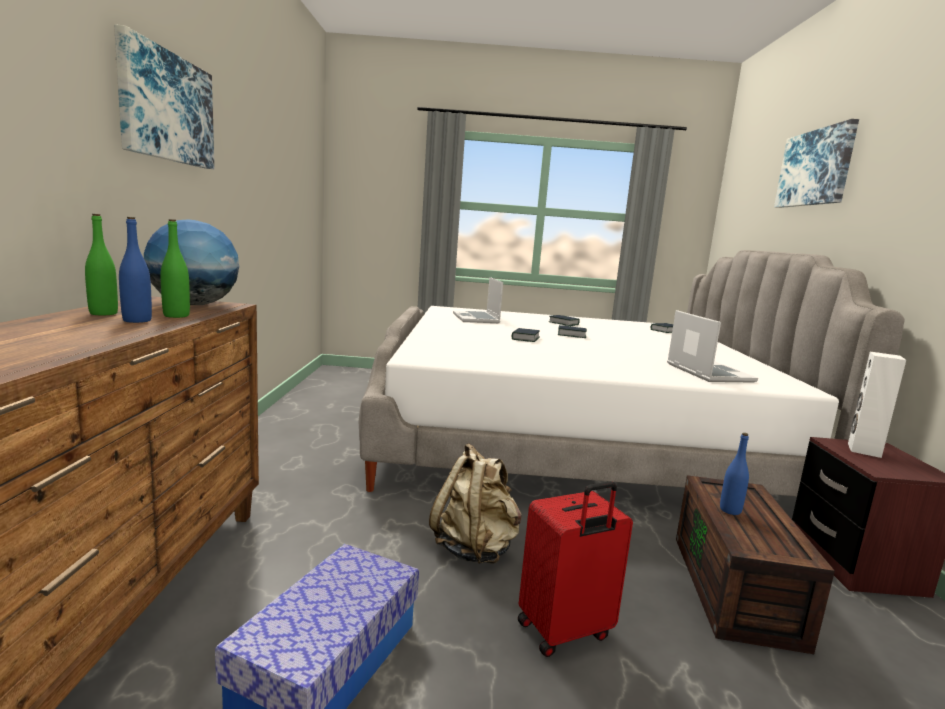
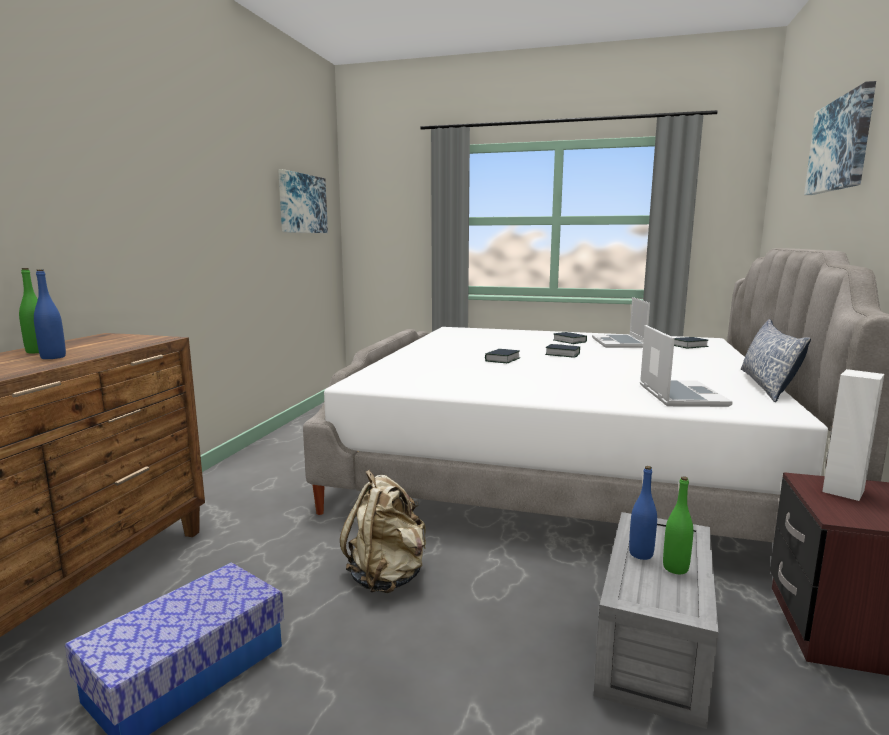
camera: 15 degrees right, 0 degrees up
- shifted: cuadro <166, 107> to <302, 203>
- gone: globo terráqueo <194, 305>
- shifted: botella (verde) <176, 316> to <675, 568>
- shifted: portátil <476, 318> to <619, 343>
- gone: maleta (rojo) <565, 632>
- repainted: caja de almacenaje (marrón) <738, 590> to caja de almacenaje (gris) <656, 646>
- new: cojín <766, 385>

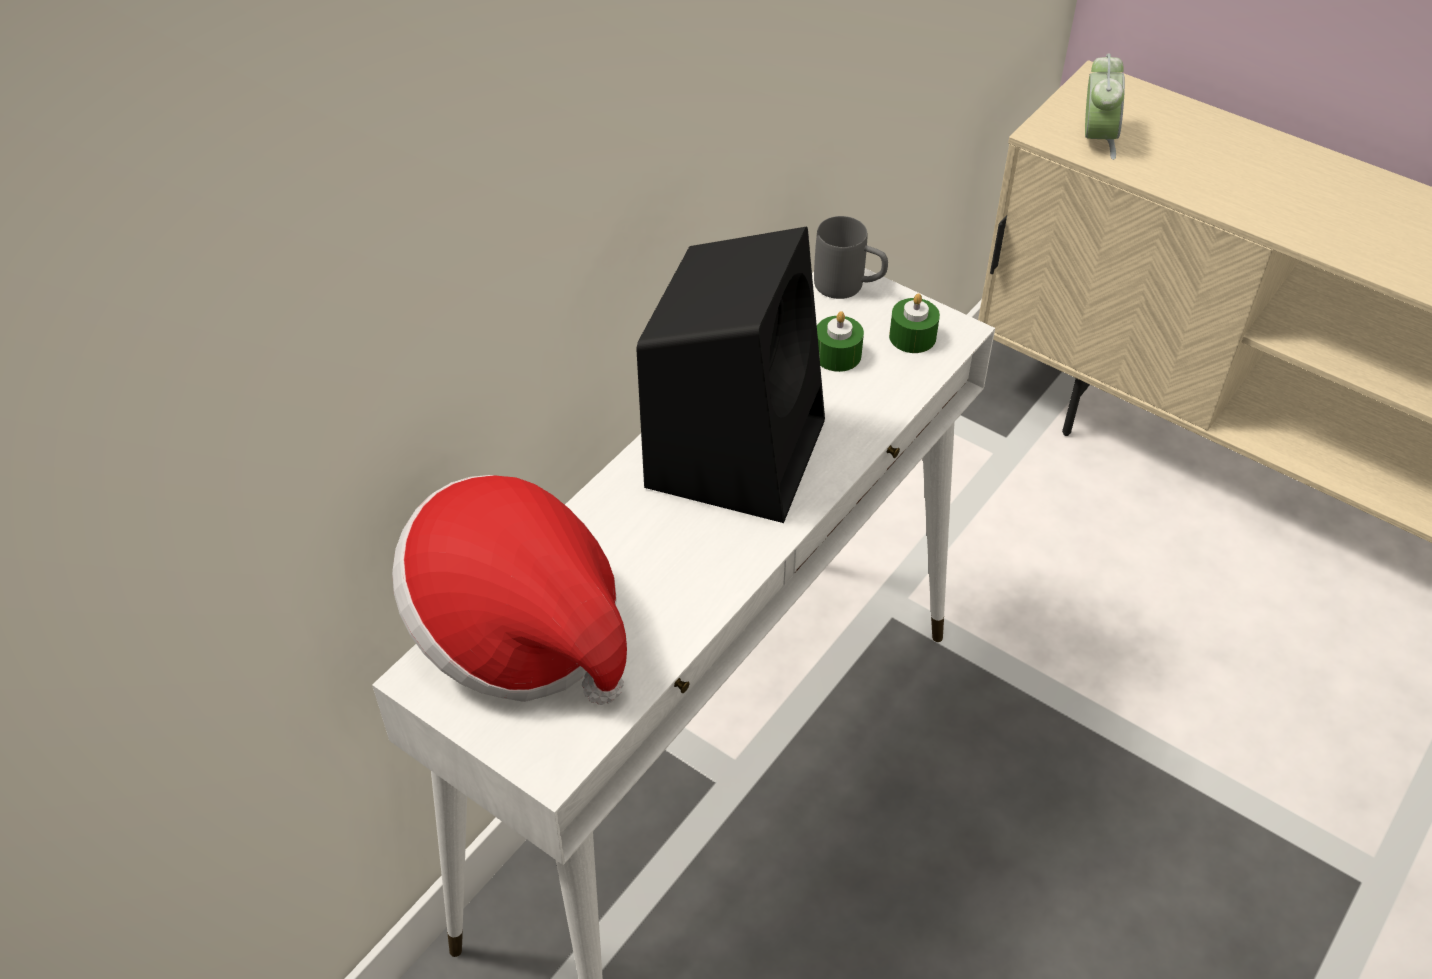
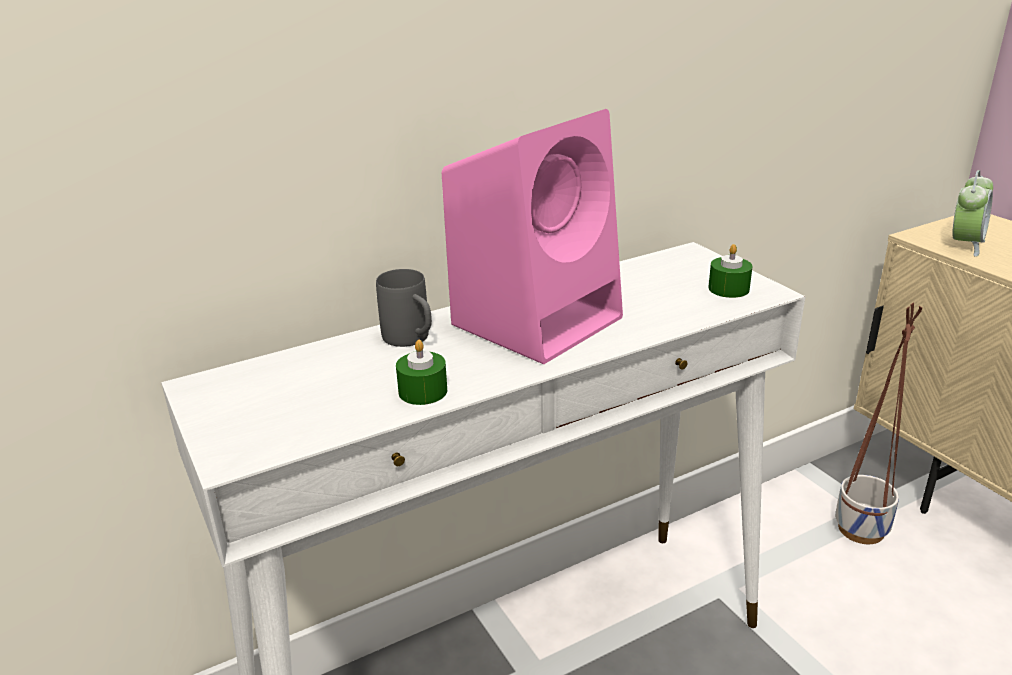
camera: 25 degrees right, 20 degrees down
- gone: sombrero <519, 631>
- repainted: altavoz (negro) <736, 449> to altavoz (rosa) <539, 319>
- shifted: taza grande (gris) <849, 287> to <412, 340>
- shifted: vela (verde) <837, 355> to <423, 391>
- new: maceta <862, 529>

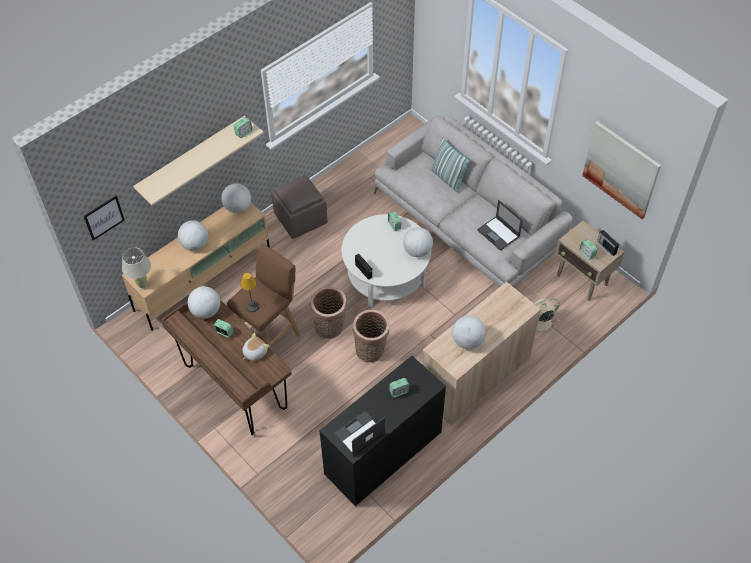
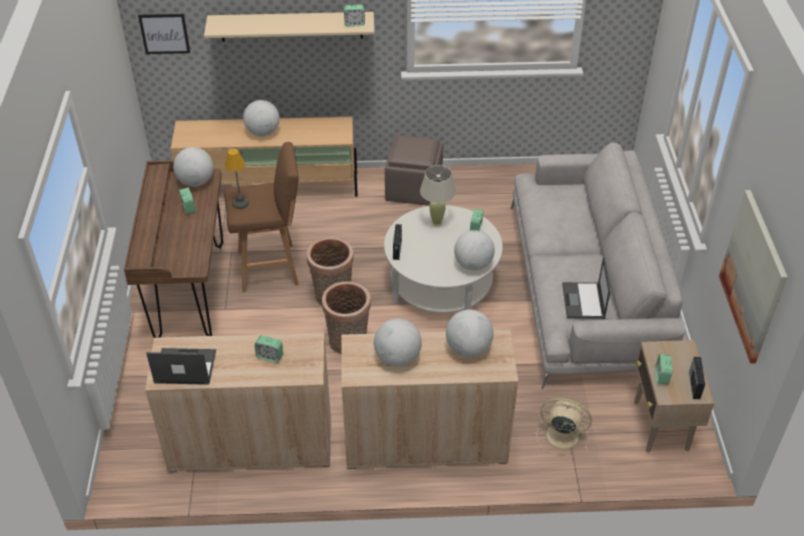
camera: 40 degrees right, 10 degrees down
- shifted: lámpara de mesa (beis) <142, 286> to <436, 222>
- shifted: globo terráqueo <237, 207> to <468, 348>
- gone: peluche <254, 352>
- repainted: armario (negro) <383, 453> to armario (beis) <251, 444>
- gone: cojín <447, 178>

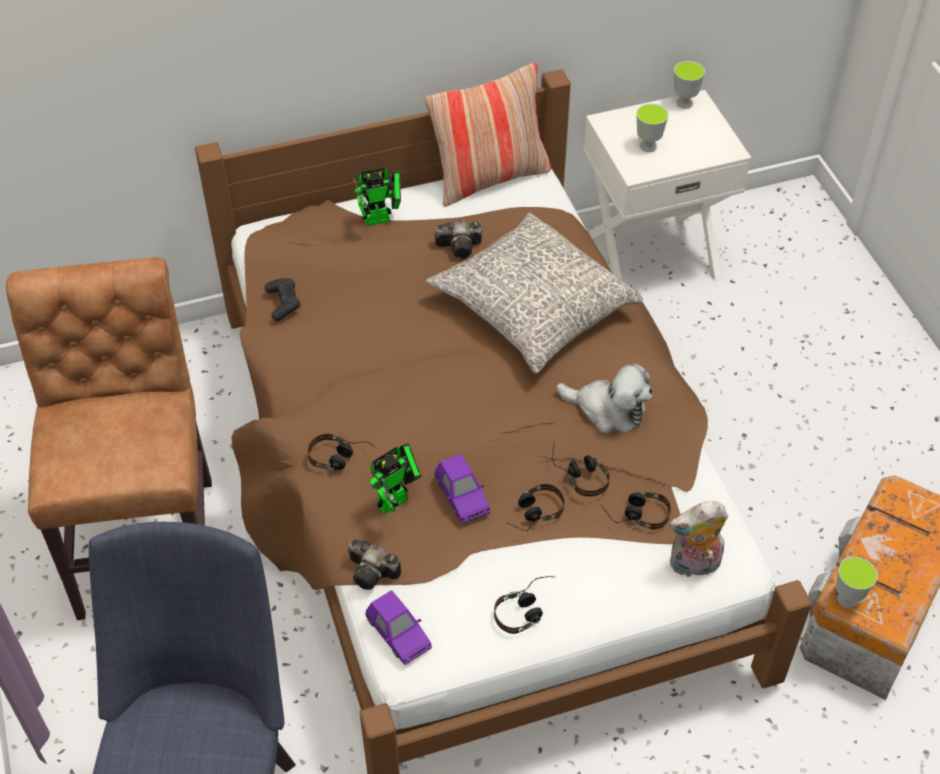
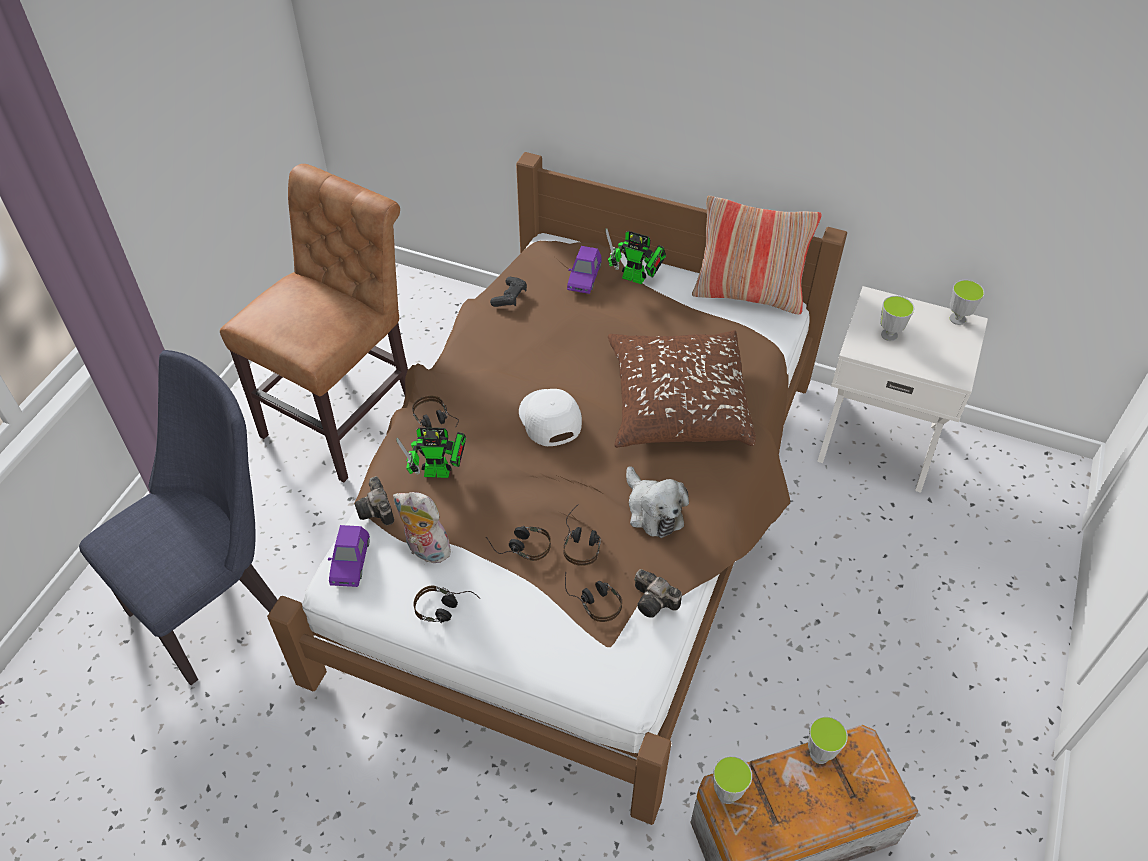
camera: 40 degrees right, 0 degrees up
- repainted: cojín (gris) <532, 308> to cojín (marrón) <677, 403>
- shifted: cámara <461, 247> to <656, 602>
- shifted: coche de juguete (morado) <461, 496> to <584, 278>
- shifted: peluche <694, 566> to <425, 550>
- new: gorra (blanco) <549, 419>
- new: taza <819, 754>

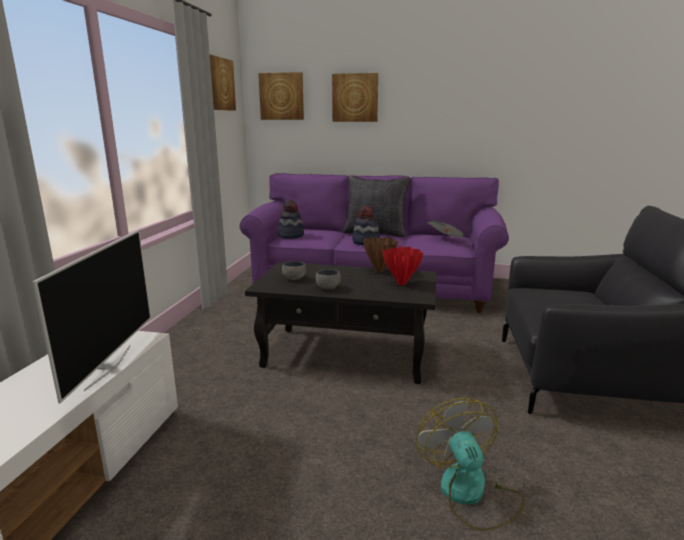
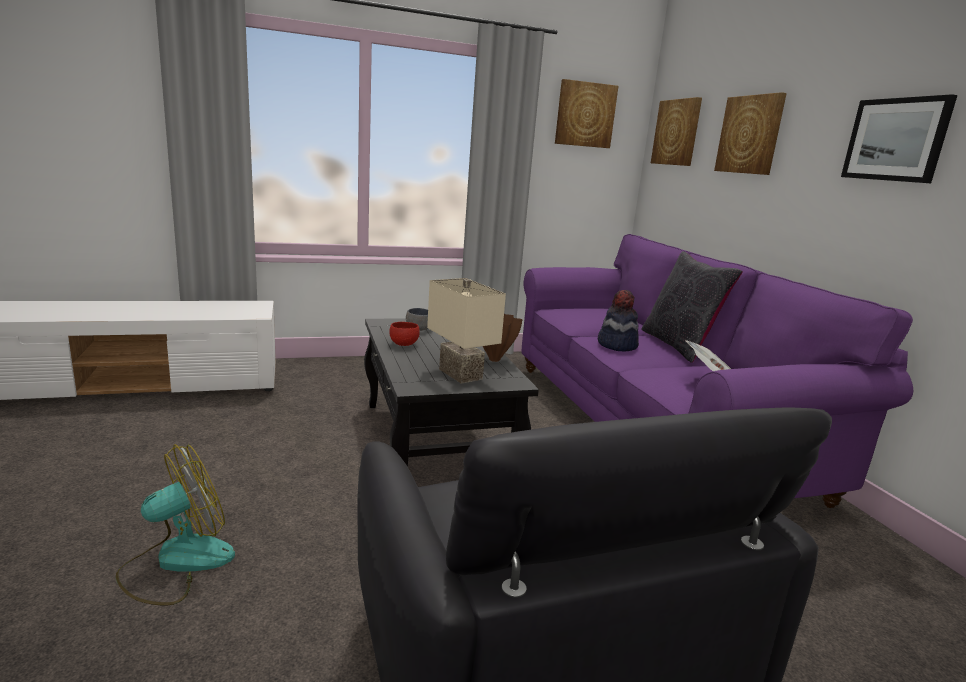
camera: 60 degrees right, 0 degrees up
- gone: televisor <107, 366>
- gone: sombrero <291, 235>
- repainted: cuenco (gris) <327, 288> to cuenco (rojo) <404, 344>
- swapped: florero (rojo) <402, 284> to lámpara de mesa (beis) <458, 374>
- new: cuadro <896, 140>

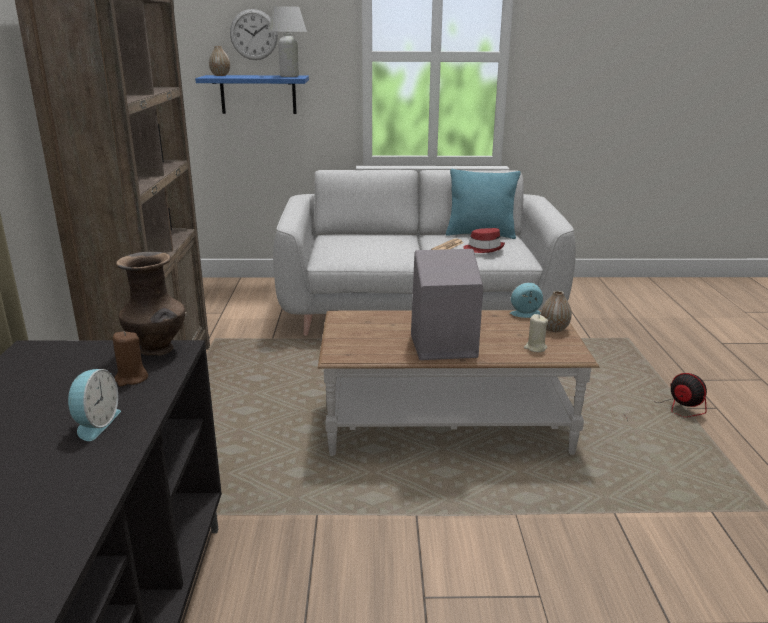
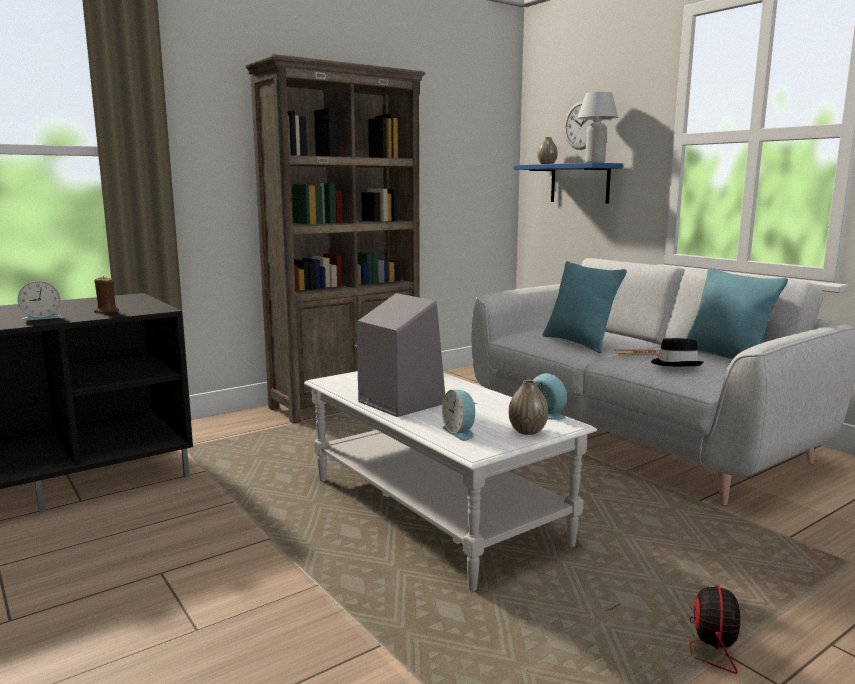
camera: 55 degrees right, 10 degrees down
- gone: florero (marrón) <158, 350>
- repainted: mesa de centro (marrón) <447, 424> to mesa de centro (blanco) <435, 510>
- repainted: sombrero (rojo) <484, 249> to sombrero (negro) <676, 364>
- swapped: vela (beis) <535, 348> to despertador <460, 432>
- new: cojín (turquesa) <579, 343>

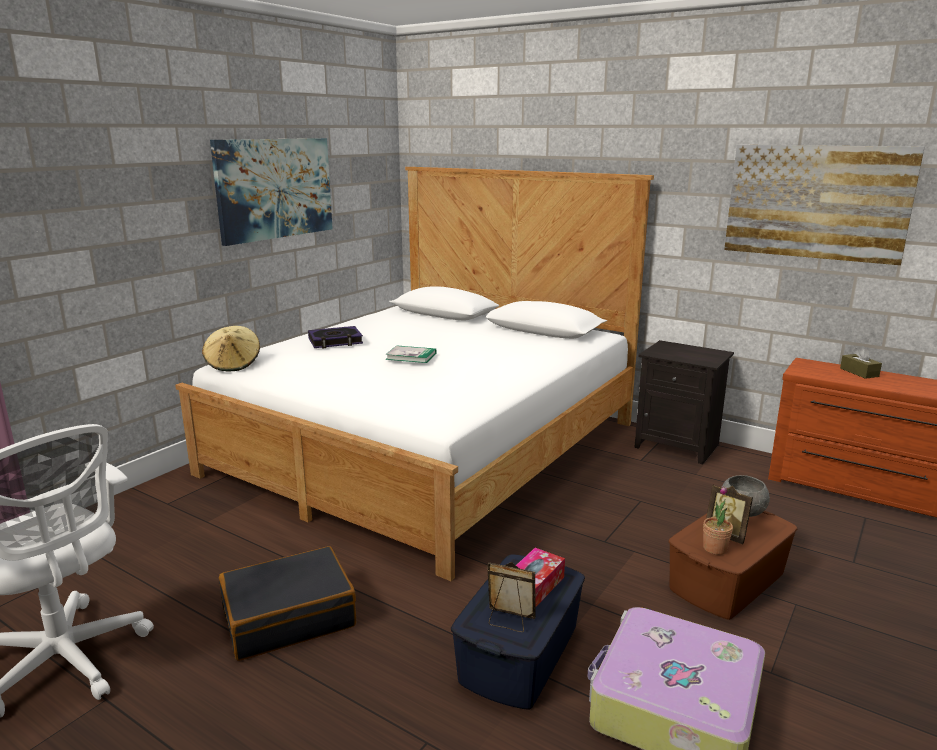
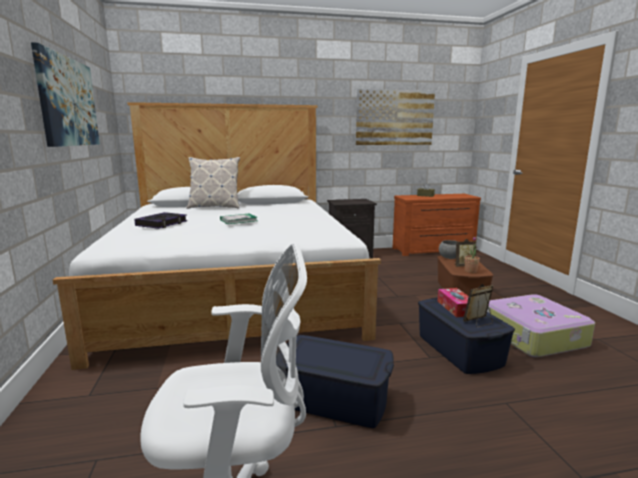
camera: 45 degrees left, 5 degrees down
- gone: sombrero (beis) <233, 364>
- swapped: maleta (negro) <288, 616> to caja de almacenaje (azul) <333, 400>
- new: cojín <214, 207>

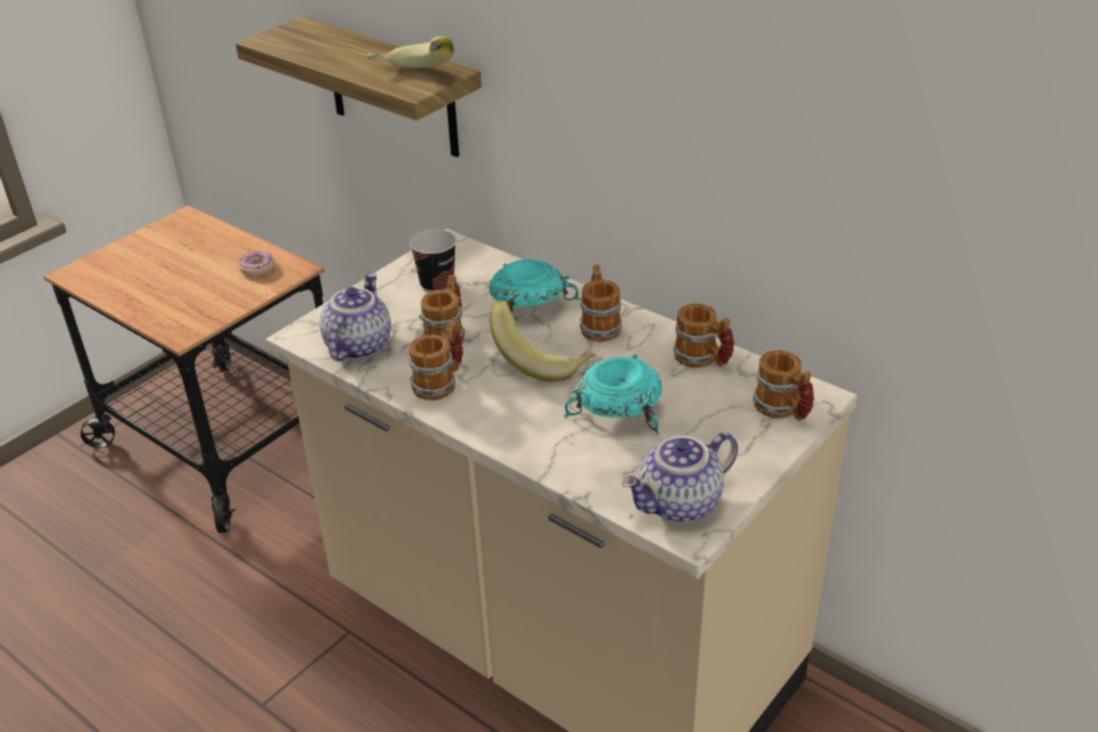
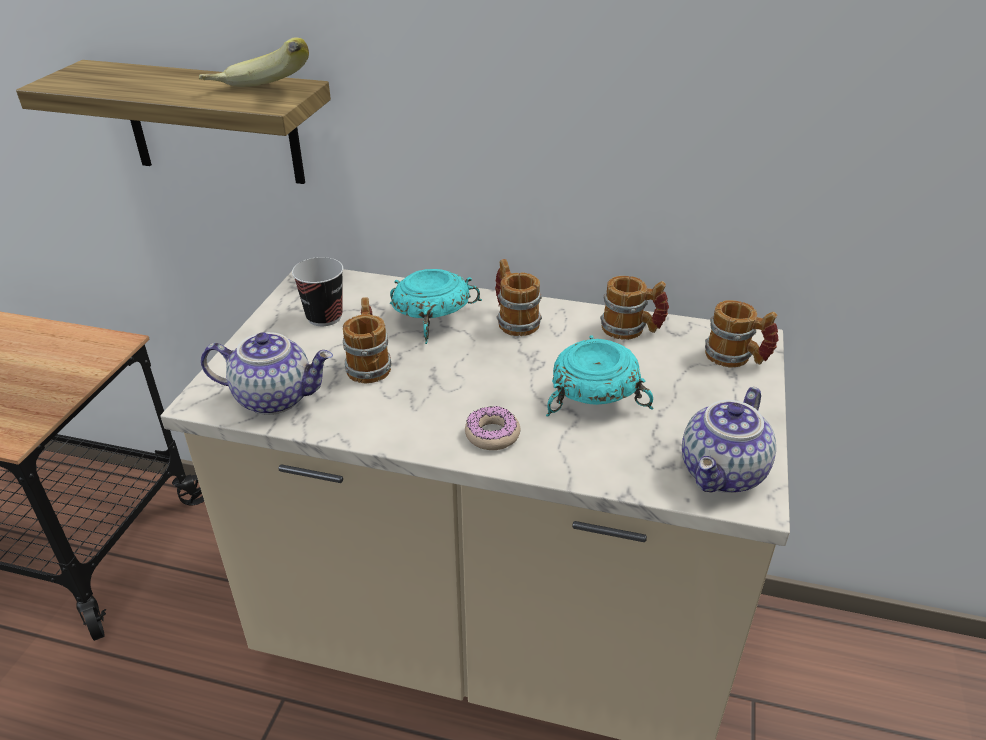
camera: 25 degrees left, 0 degrees up
- shifted: rosquilla <257, 268> to <492, 434>
- rotated: tetera <357, 345> = <275, 397> 105 degrees clockwise
- gone: taza grande <440, 382>
- gone: plátano <543, 361>

